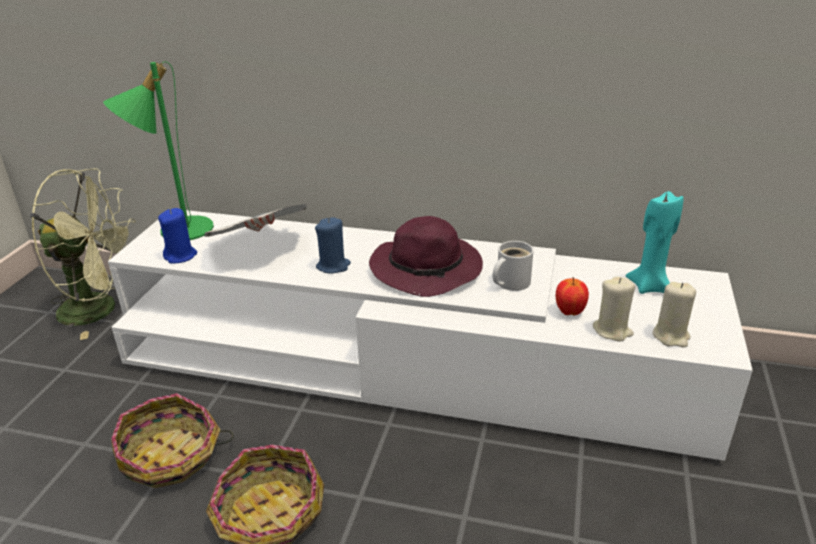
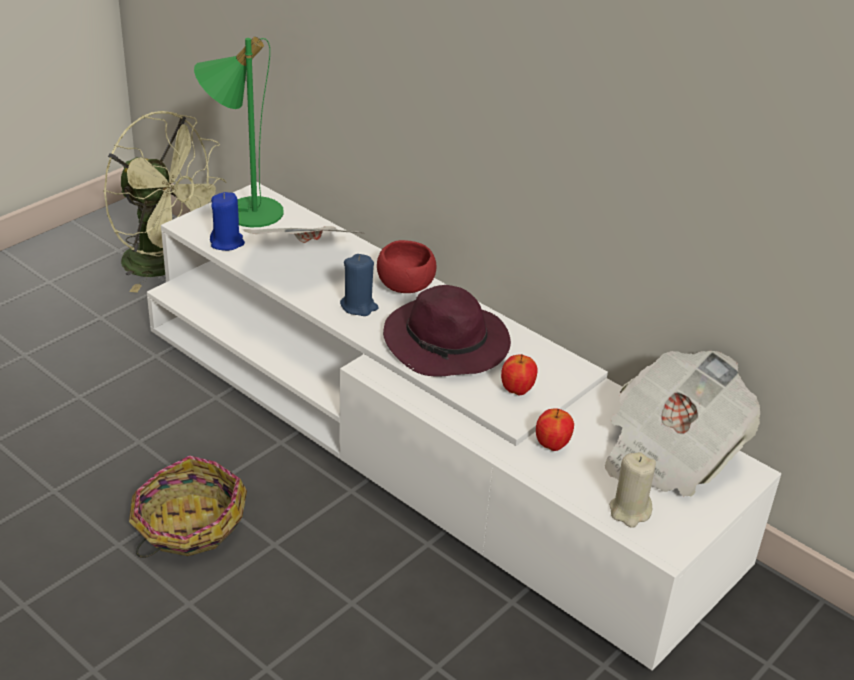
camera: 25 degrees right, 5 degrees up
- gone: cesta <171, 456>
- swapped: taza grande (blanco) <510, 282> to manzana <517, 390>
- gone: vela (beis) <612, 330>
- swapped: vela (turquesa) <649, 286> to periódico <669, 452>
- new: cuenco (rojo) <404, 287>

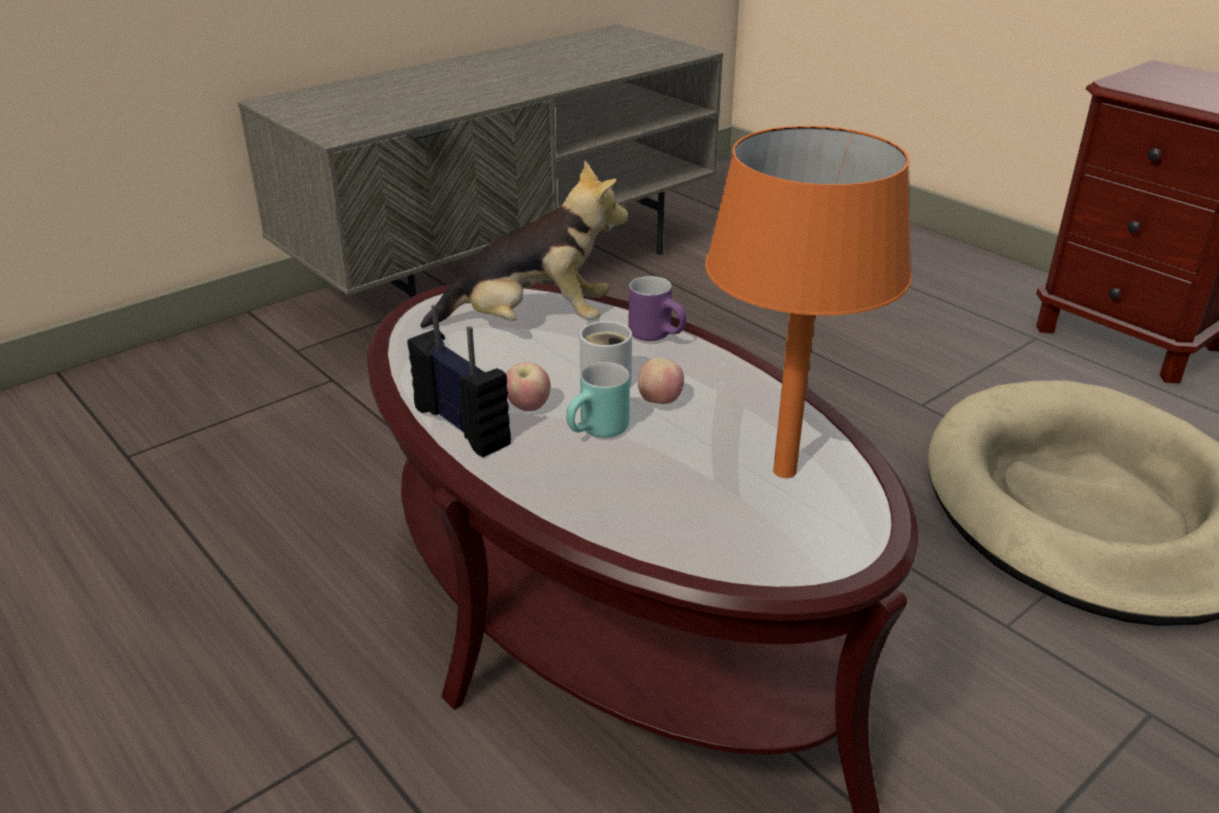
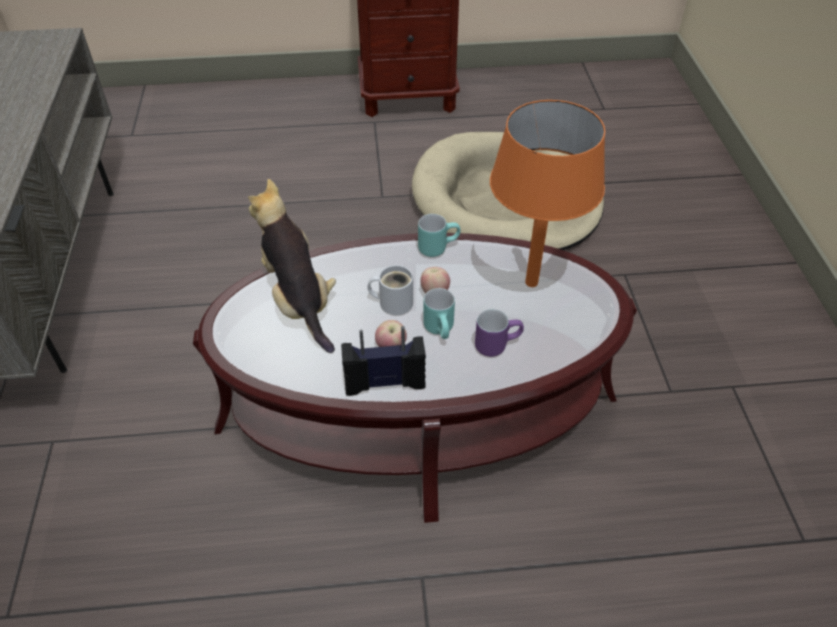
camera: 55 degrees left, 15 degrees up
- rotated: peluche <531, 323> = <299, 300> 60 degrees counterclockwise
- shifted: taza grande (morado) <659, 335> to <496, 343>
- new: taza grande (turquesa) <437, 246>

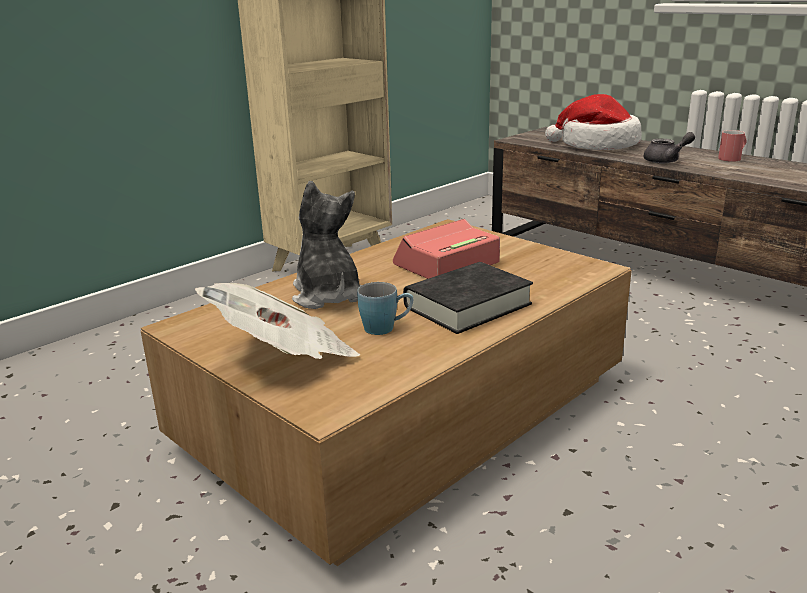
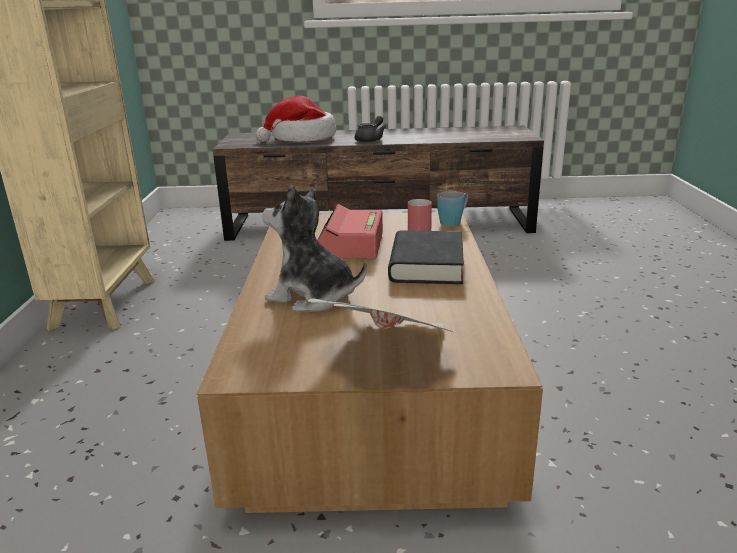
camera: 45 degrees left, 0 degrees up
- shifted: taza grande (azul) <386, 328> to <453, 221>
- shifted: taza grande (rojo) <732, 158> to <419, 229>

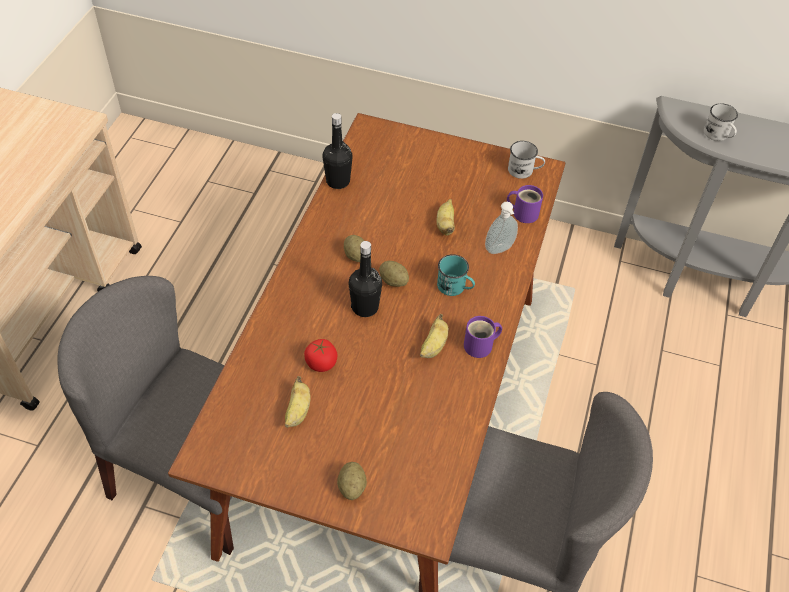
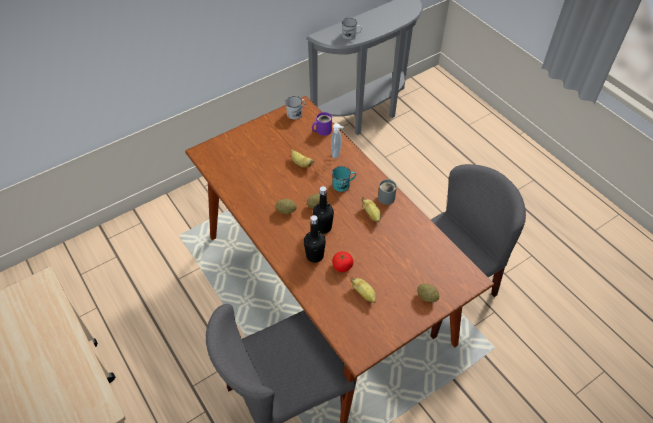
camera: 50 degrees left, 0 degrees up
- shifted: botella (negro) <338, 181> to <315, 255>
- repainted: taza grande (morado) <481, 346> to taza grande (gris) <387, 197>

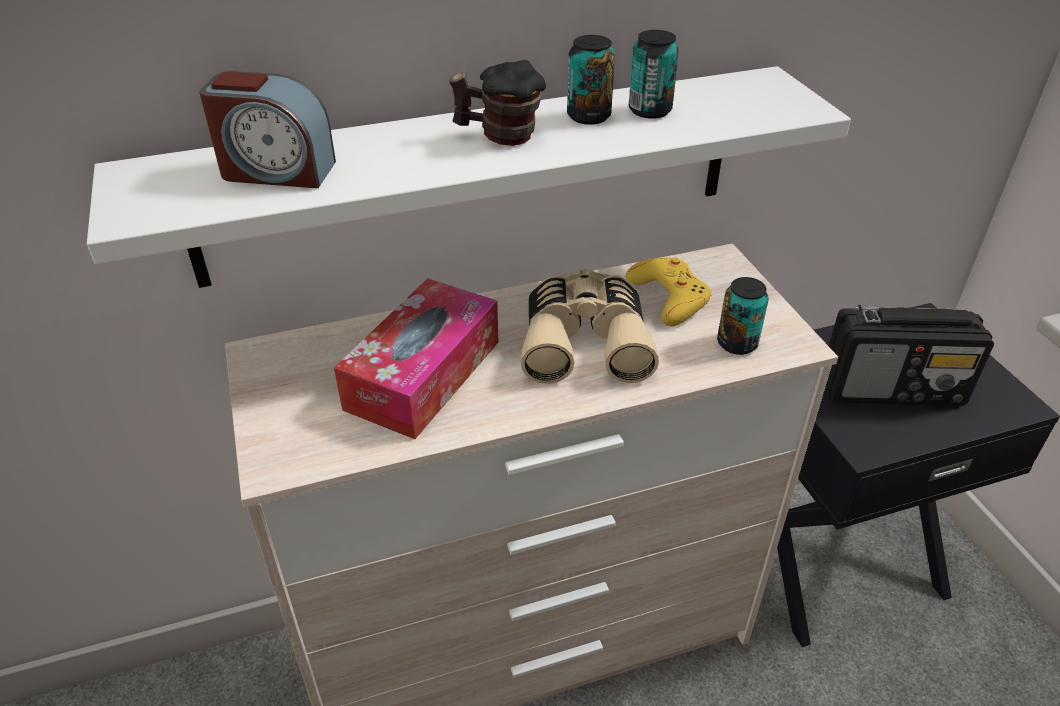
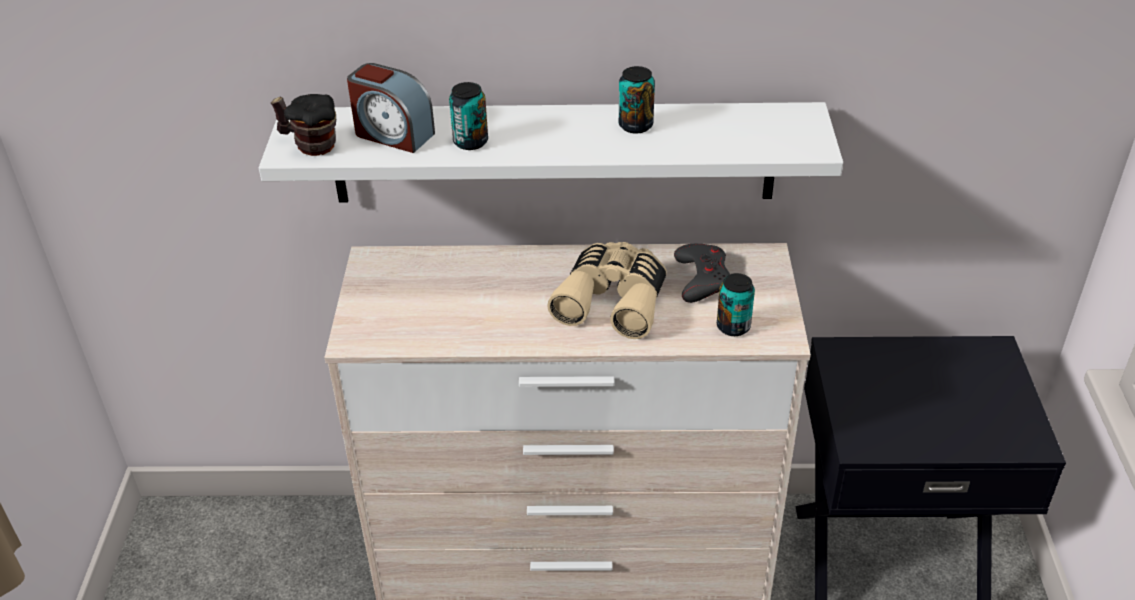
camera: 20 degrees right, 0 degrees up
- gone: caja de pañuelos <423, 374>
- shifted: taza grande <499, 136> to <310, 145>
- repainted: mando de consola (amarillo) <669, 297> to mando de consola (gris) <702, 278>
- shifted: lata <650, 110> to <470, 142>
- gone: radio <893, 389>

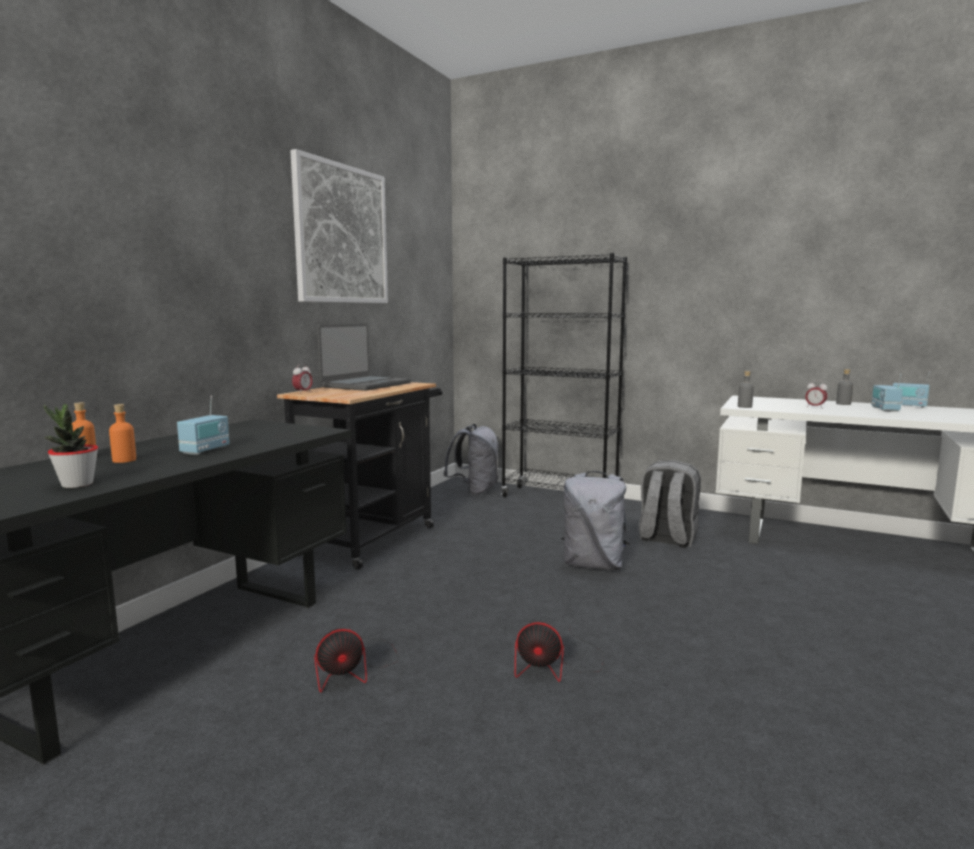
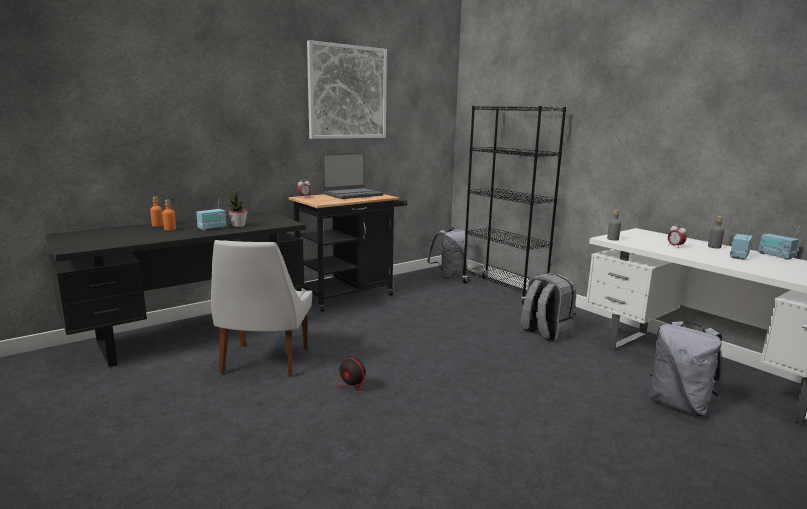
camera: 25 degrees right, 5 degrees up
- shifted: planta en maceta <77, 484> to <238, 226>
- swapped: ventilador <354, 669> to silla (blanco) <264, 362>
- shifted: mochila (gris) <594, 565> to <679, 405>

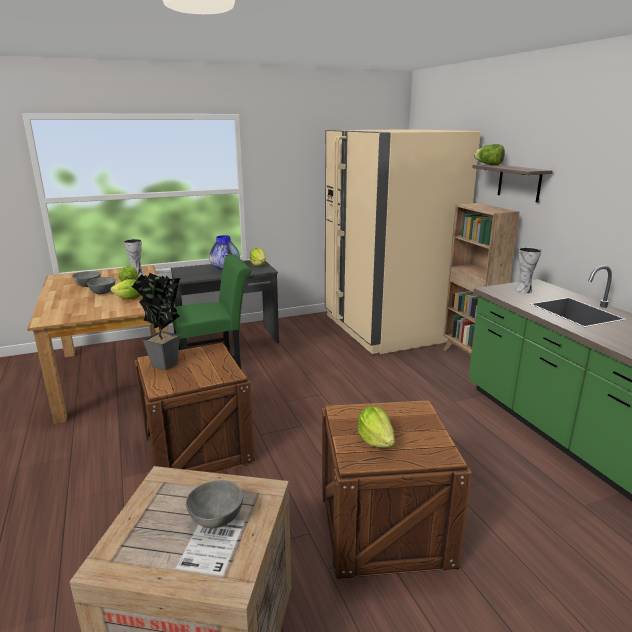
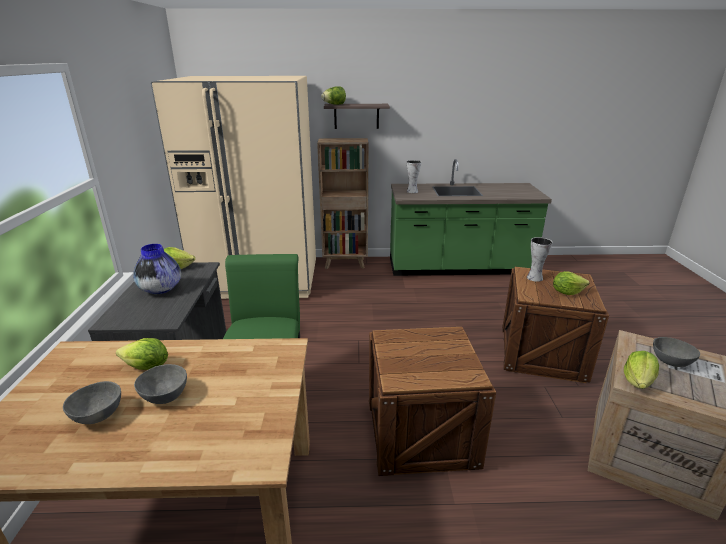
camera: 70 degrees left, 5 degrees up
- shifted: lechuga <129, 299> to <638, 381>
- shifted: florero <137, 274> to <534, 277>
- gone: planta en maceta <166, 366>

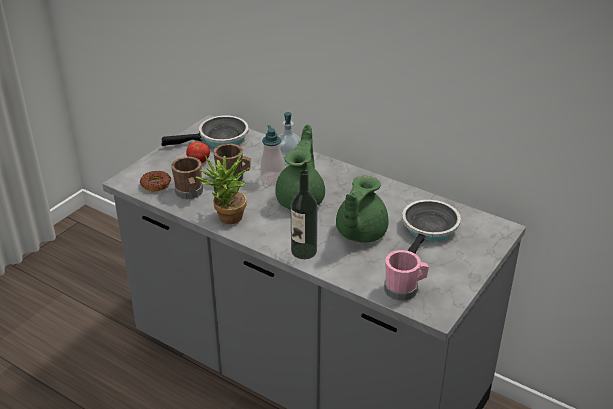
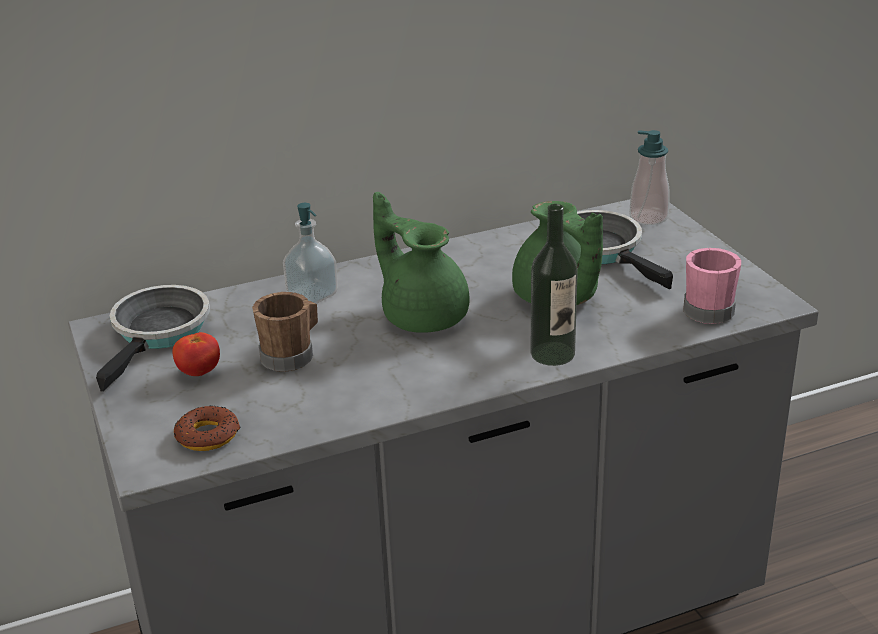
camera: 55 degrees left, 5 degrees down
- gone: taza grande (marrón) <190, 193>
- gone: planta en maceta <227, 219>
- shifted: dispensador de jabón <272, 179> to <648, 217>

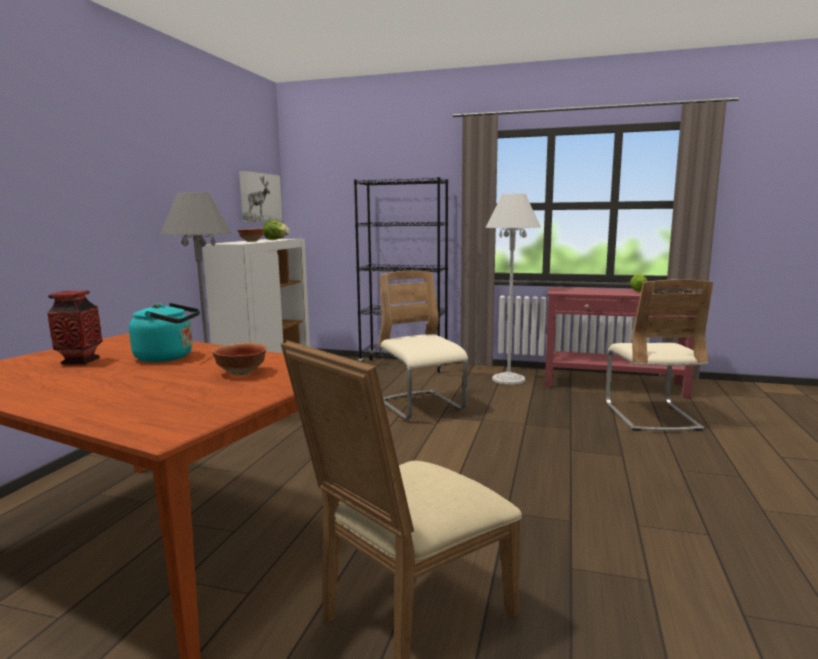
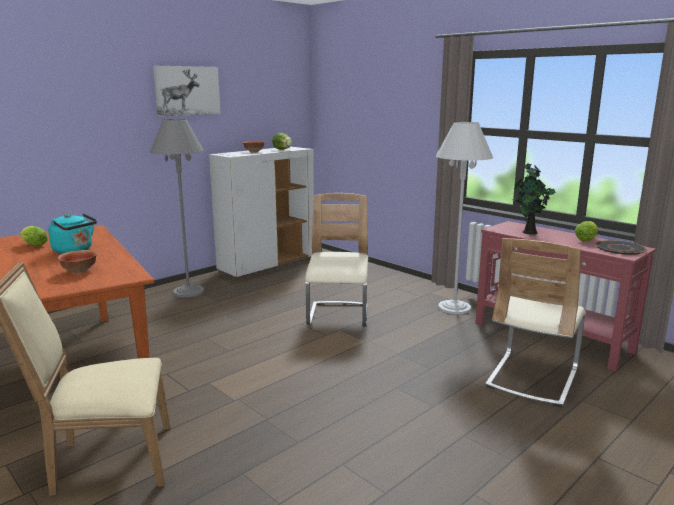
camera: 30 degrees right, 5 degrees up
- swapped: florero <80, 362> to lechuga <33, 245>
- shifted: cuadro <260, 197> to <187, 90>
- gone: estantería (negro) <404, 365>
- new: planta en maceta <528, 232>

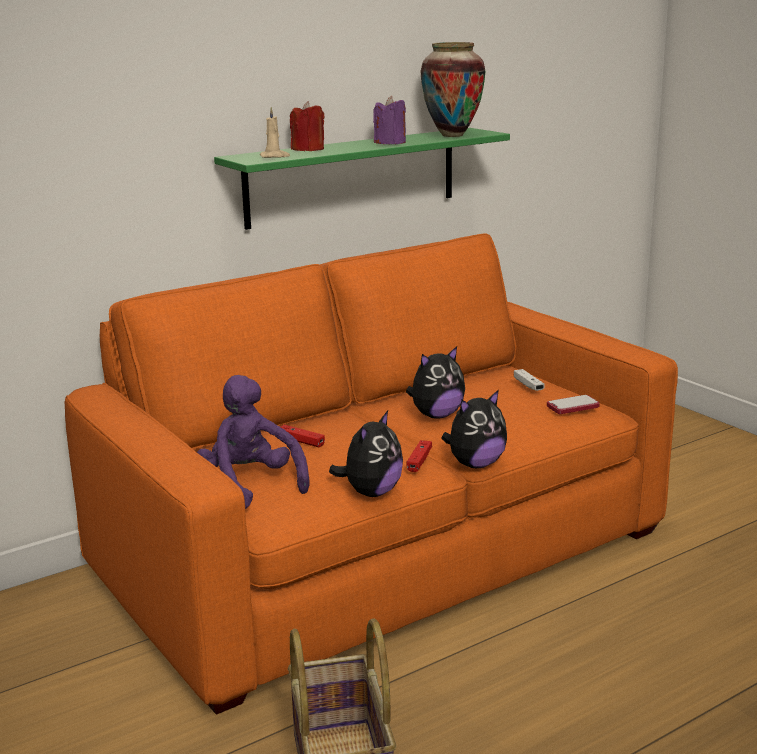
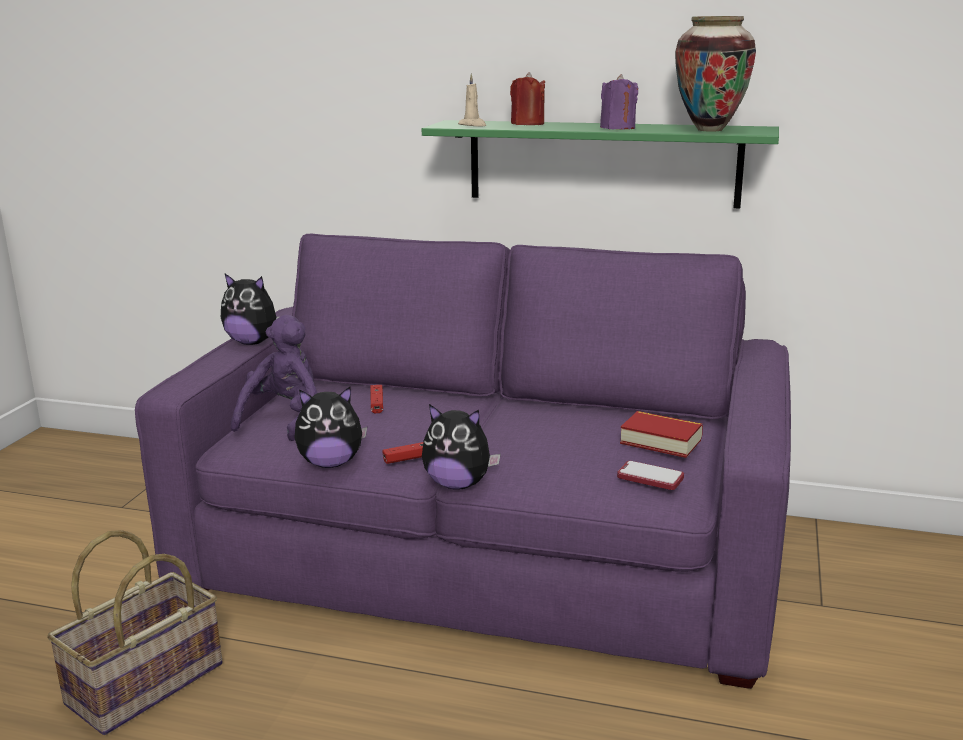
camera: 50 degrees right, 0 degrees up
- repainted: sofá (naranja) <381, 552> to sofá (morado) <485, 556>
- shifted: peluche <436, 415> to <253, 342>
- swapped: mando de consola (blanco) <528, 385> to libro <661, 441>

